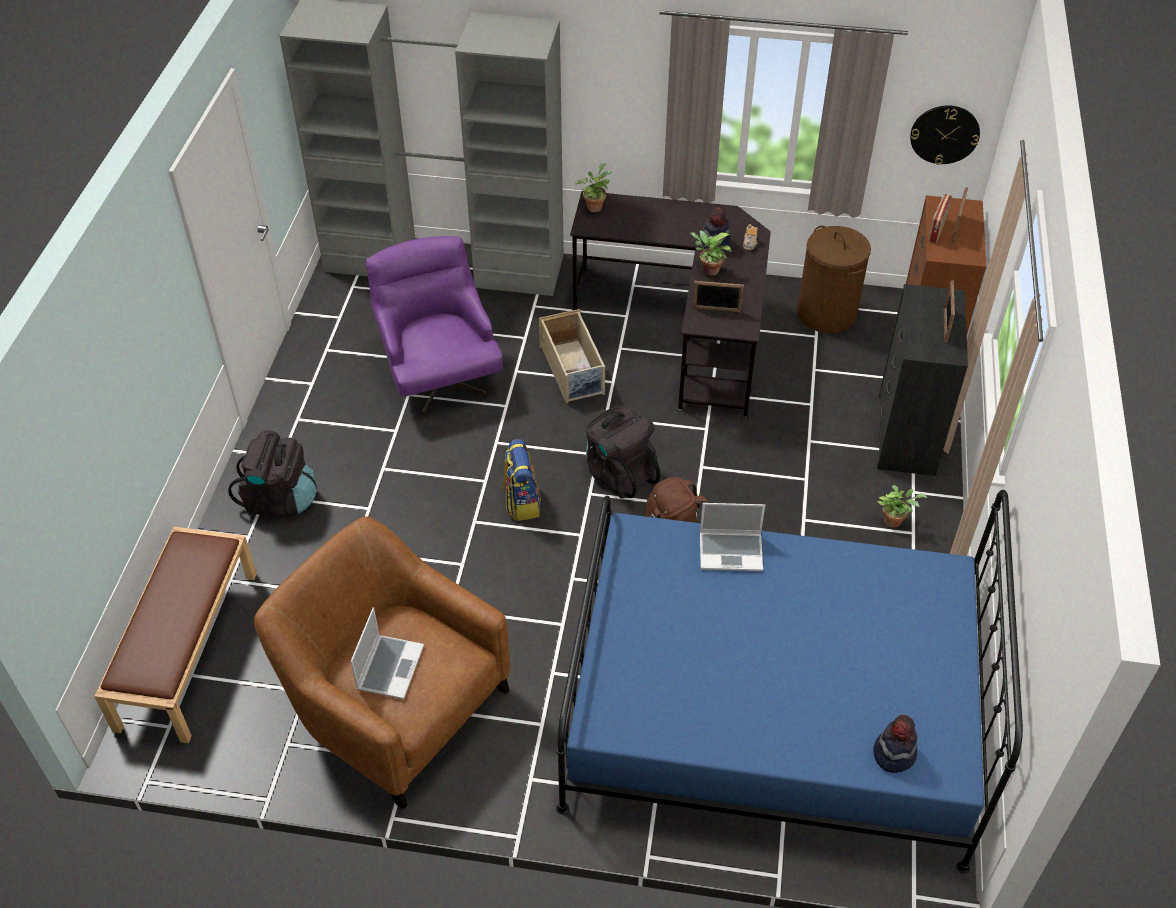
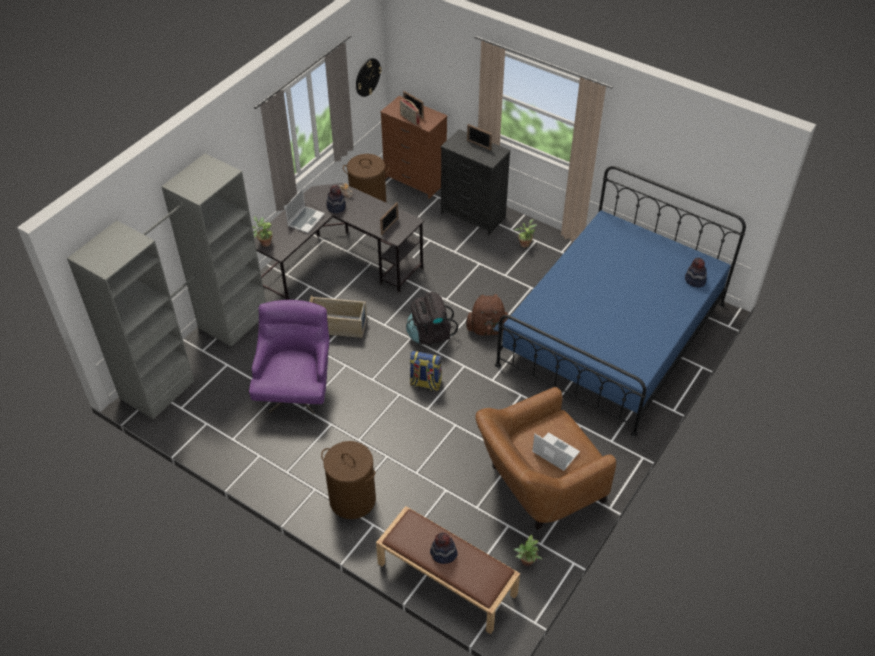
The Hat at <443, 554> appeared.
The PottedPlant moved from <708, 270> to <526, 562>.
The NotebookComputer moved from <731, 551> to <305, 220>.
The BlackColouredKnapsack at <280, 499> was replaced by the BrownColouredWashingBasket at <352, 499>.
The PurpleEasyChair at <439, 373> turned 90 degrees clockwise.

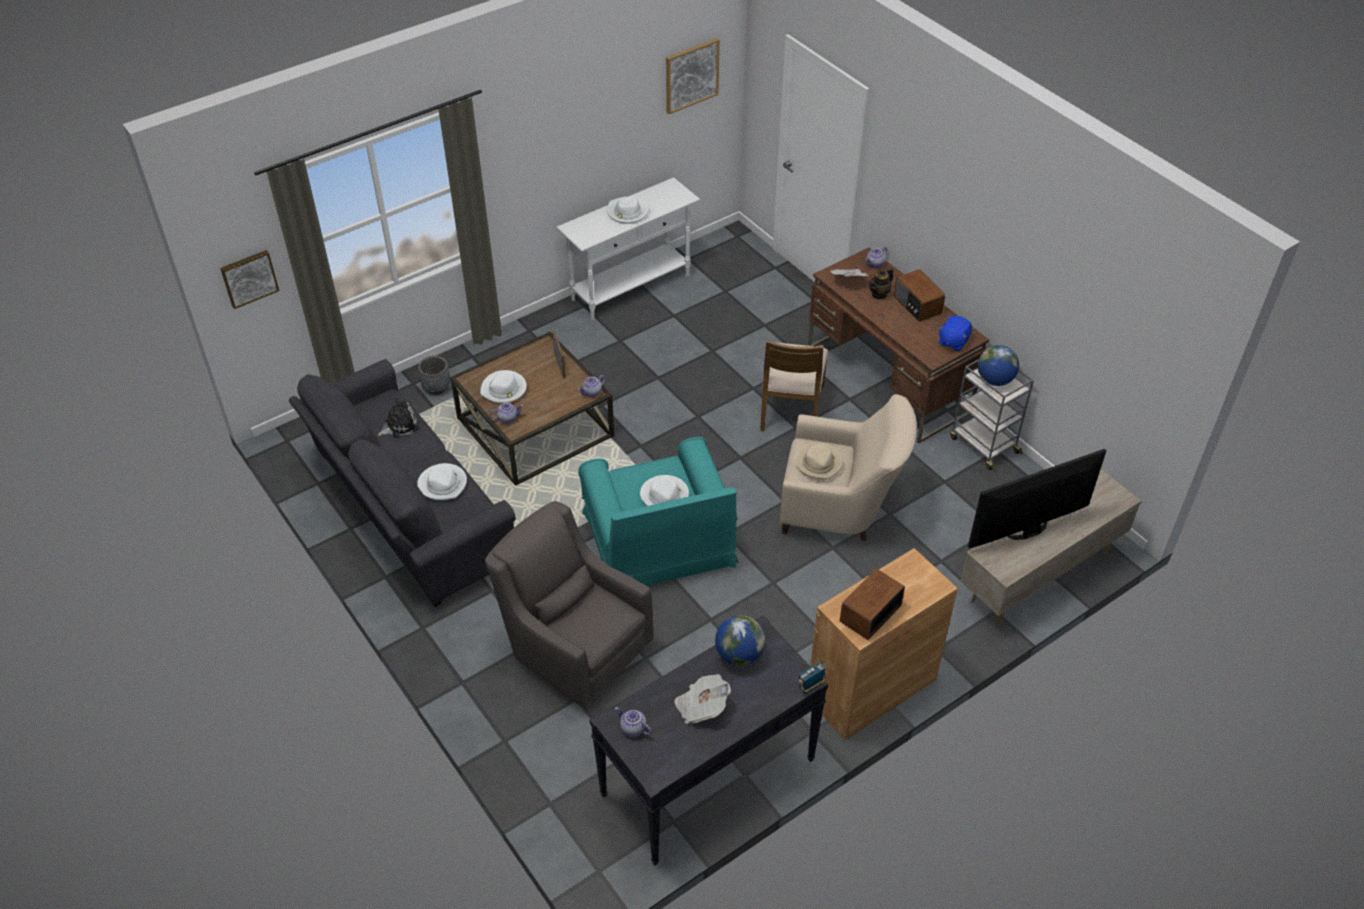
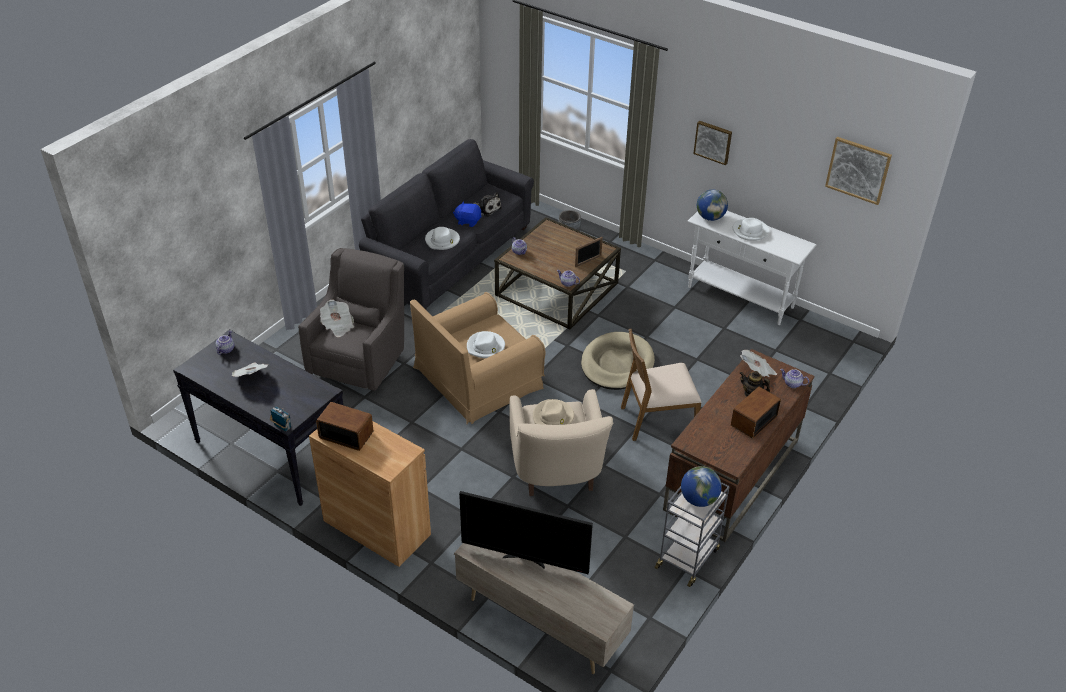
The WhiteColouredHat at <504, 389> disappeared.
The PrintedPaper at <338, 325> appeared.
The BeigeDogCushion at <617, 364> appeared.
The Picture moved from <249, 278> to <713, 142>.
The WorldGlobe moved from <739, 655> to <710, 217>.
The BlueColouredPlushToy moved from <953, 342> to <468, 221>.
The BlueGreenEasyChair at <659, 539> became the BrownColouredEasyChair at <477, 377>.
The Tv at <1029, 532> turned 150 degrees clockwise.

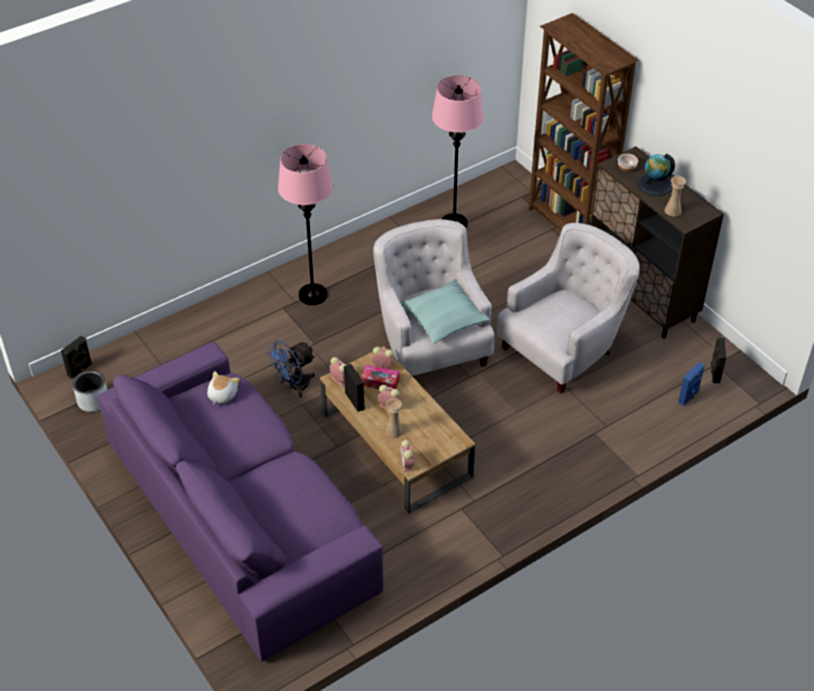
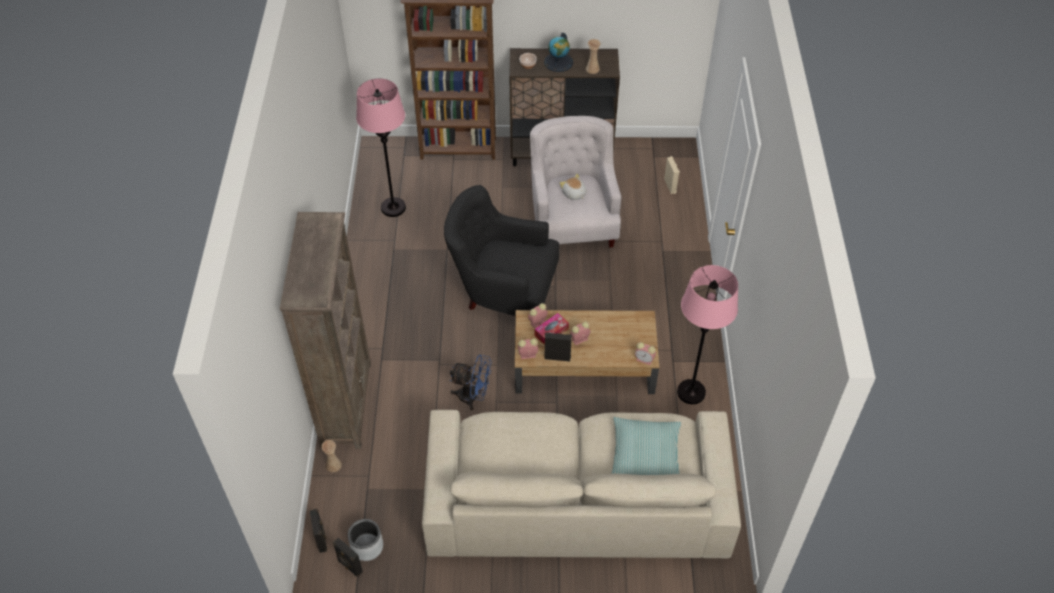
The BrownColouredShelvingUnit at <346, 403> appeared.
The PlushToy moved from <222, 395> to <574, 194>.
The PinkFloorLamp moved from <312, 295> to <691, 392>.
The BeigeVase moved from <394, 431> to <333, 465>.
The Pillow moved from <444, 318> to <645, 454>.
The BlackColouredAudioSpeaker moved from <714, 373> to <349, 566>.
The PurpleCouch at <242, 514> became the BeigeCouch at <577, 499>.
The WhiteColouredEasyChair at <431, 343> became the BlackColouredEasyChair at <503, 289>.
The BlueColouredAudioSpeaker at <689, 397> became the BeigeAudioSpeaker at <670, 186>.
The BlueColouredCoolingFan at <294, 386> turned 75 degrees counterclockwise.

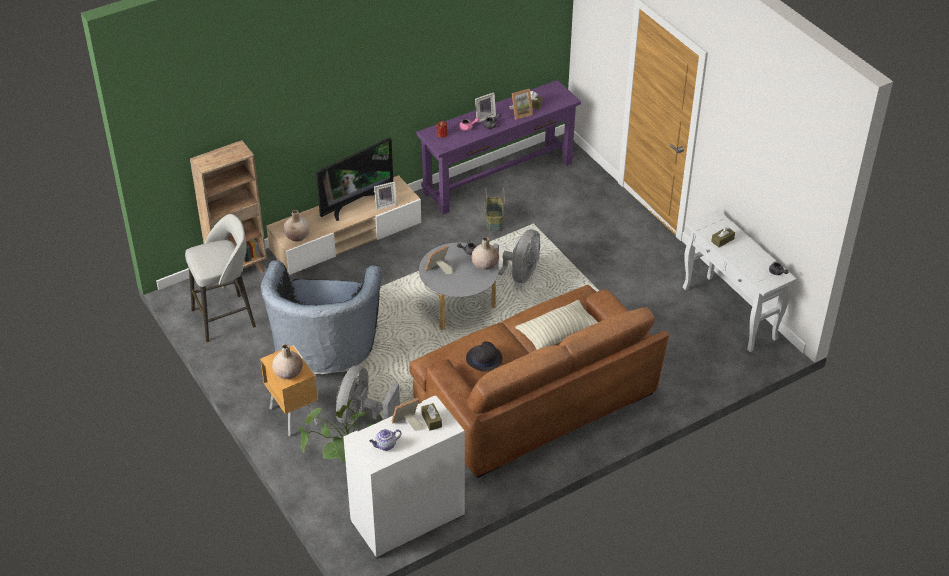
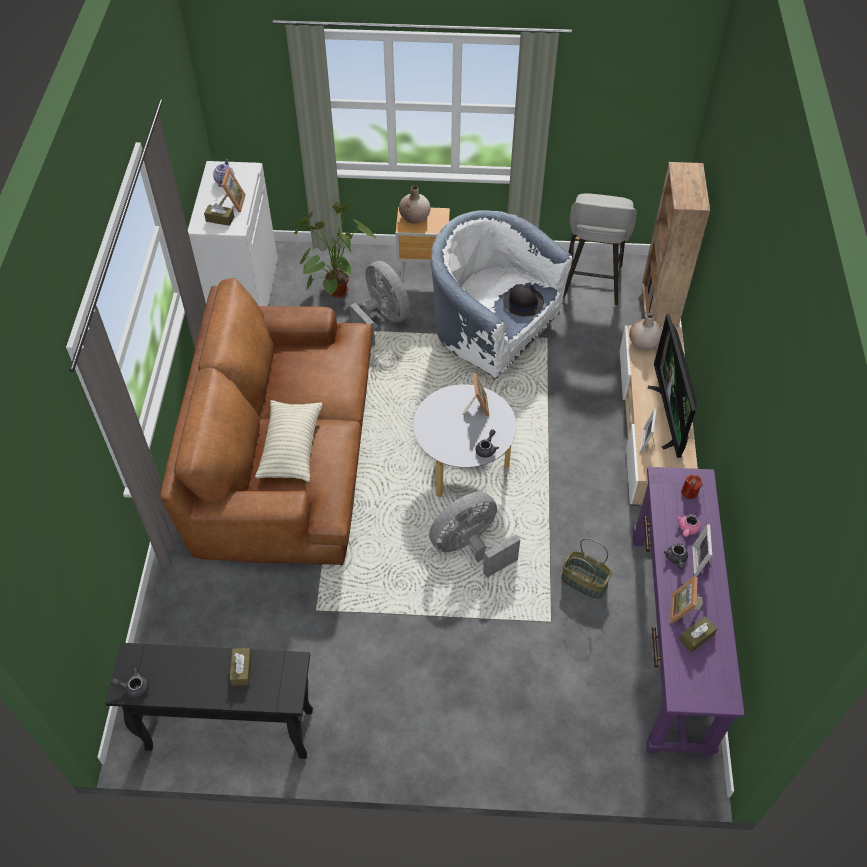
The BeigeVase at <485, 264> disappeared.
The BlackColouredHat moved from <484, 359> to <523, 302>.
The BlackColouredEasyChair at <325, 347> became the WhiteColouredEasyChair at <492, 333>.
The WhiteColouredHallTable at <730, 314> became the BlackColouredHallTable at <228, 730>.
The GreyishCoolingFan at <518, 275> turned 90 degrees clockwise.

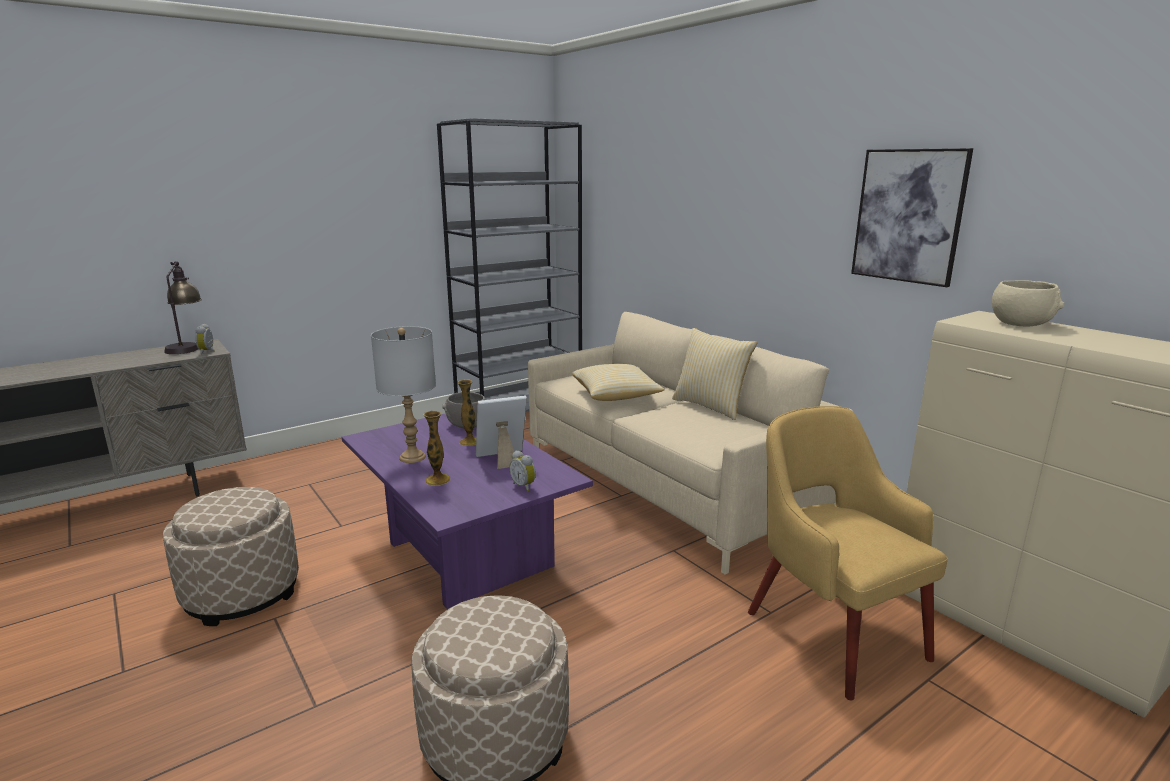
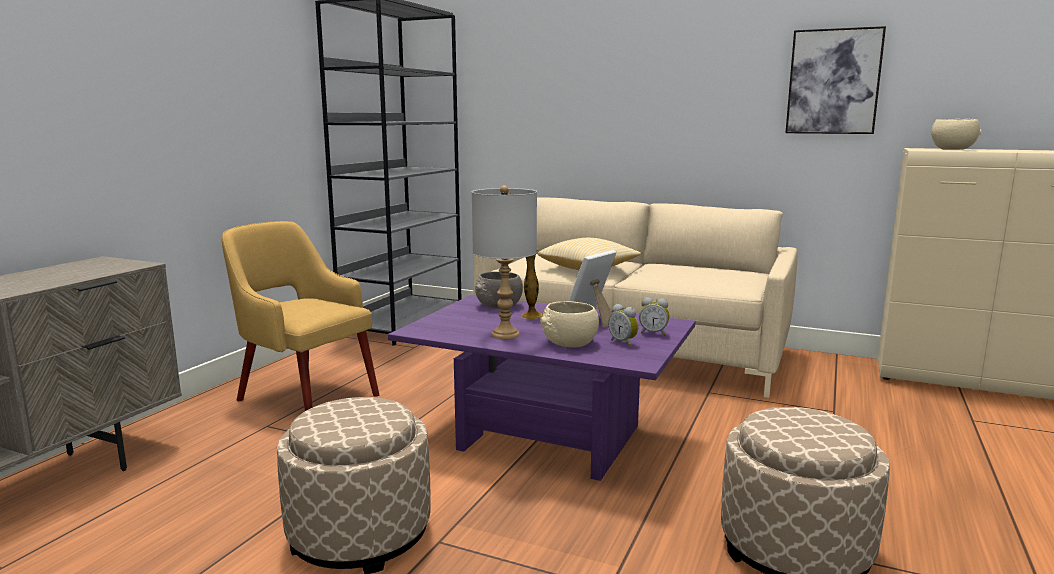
The TableLamp at <187, 347> disappeared.
The Pillow at <711, 406> disappeared.
The AlarmClock moved from <208, 352> to <624, 342>.
The YellowEasyChair moved from <831, 631> to <305, 396>.
The Vase at <437, 480> was replaced by the BeigeBowl at <569, 343>.

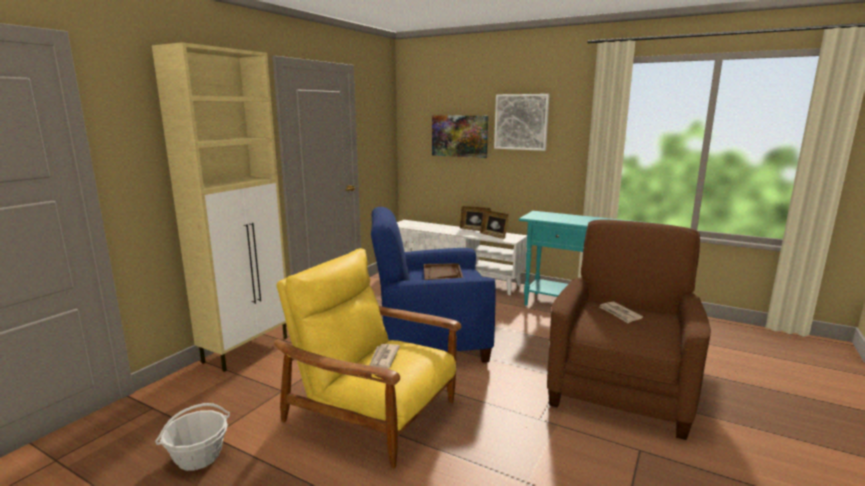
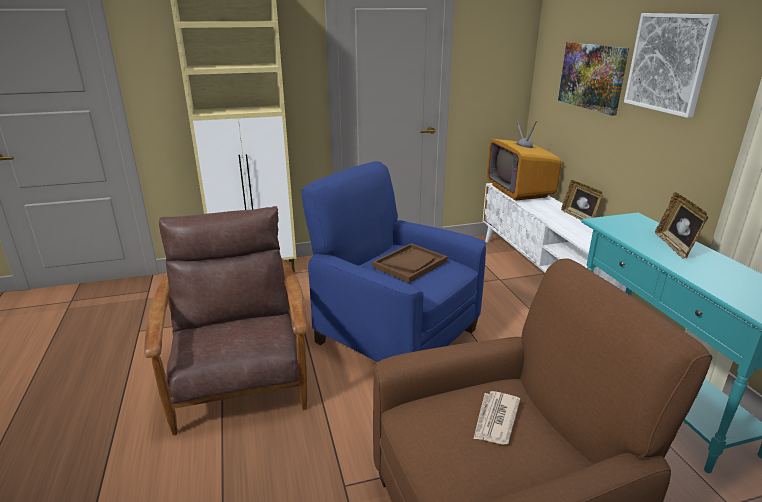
The StorageBasket at <199, 457> disappeared.
The PrintedPaper at <383, 358> disappeared.
The Tv at <519, 191> appeared.
The PhotoFrame moved from <494, 235> to <675, 246>.
The YellowEasyChair at <373, 412> became the BrownColouredEasyChair at <239, 376>.

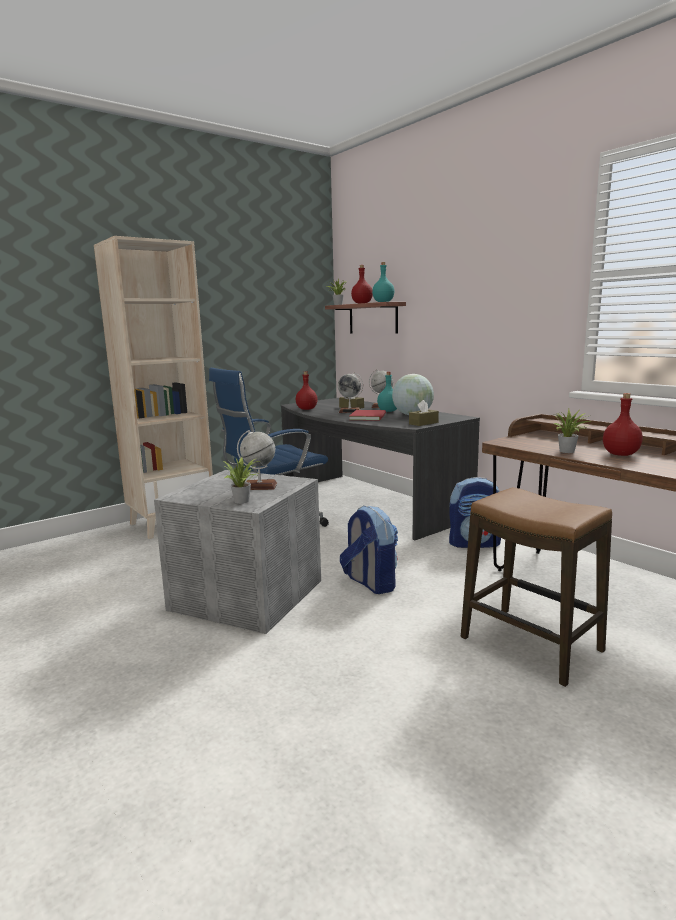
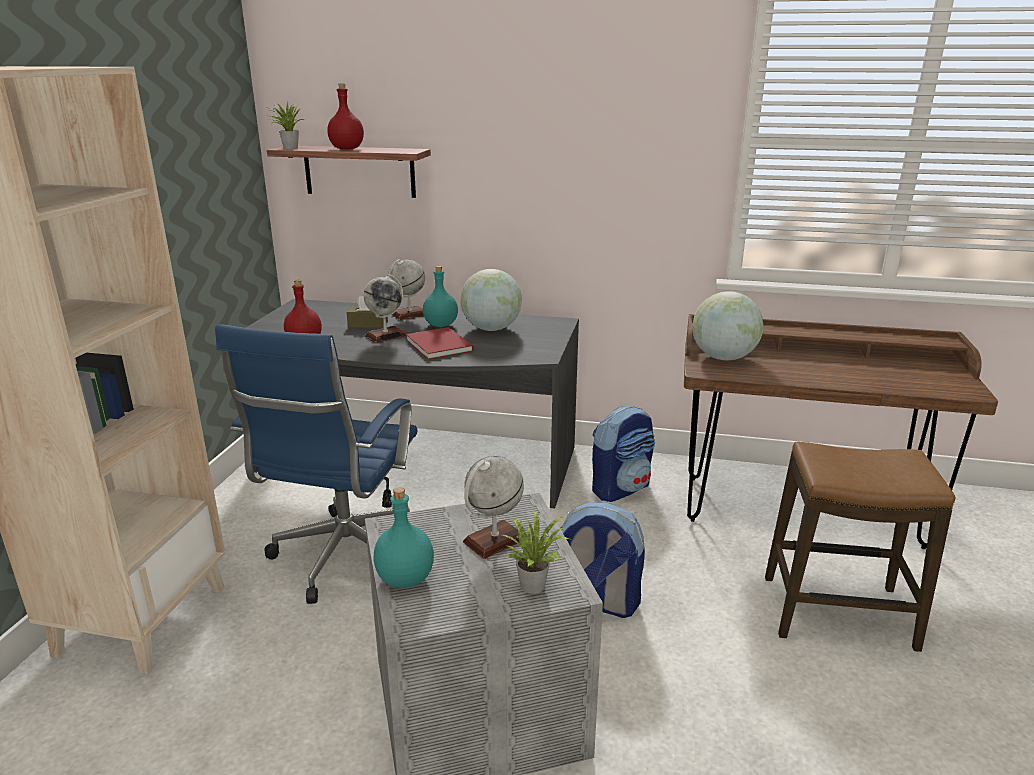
The BrownColouredTissueBox at <423, 423> disappeared.
The PottedPlant at <568, 451> disappeared.
The RedColouredBeverageBottle at <621, 454> disappeared.
The WorldGlobe at <723, 358> appeared.
The BlueGreenBeverageBottle moved from <383, 302> to <405, 578>.

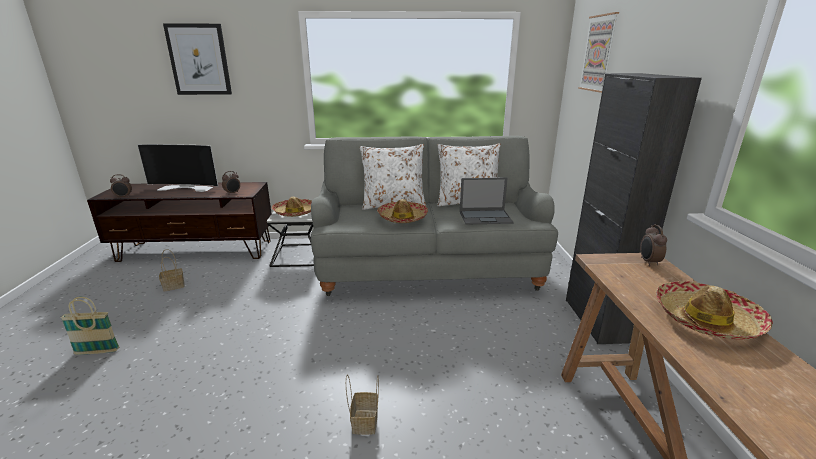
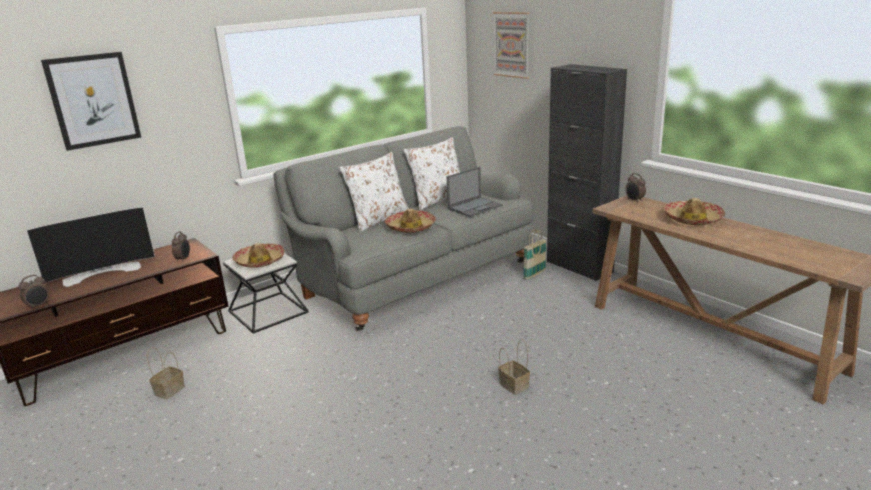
The StorageBasket moved from <97, 352> to <534, 275>.

